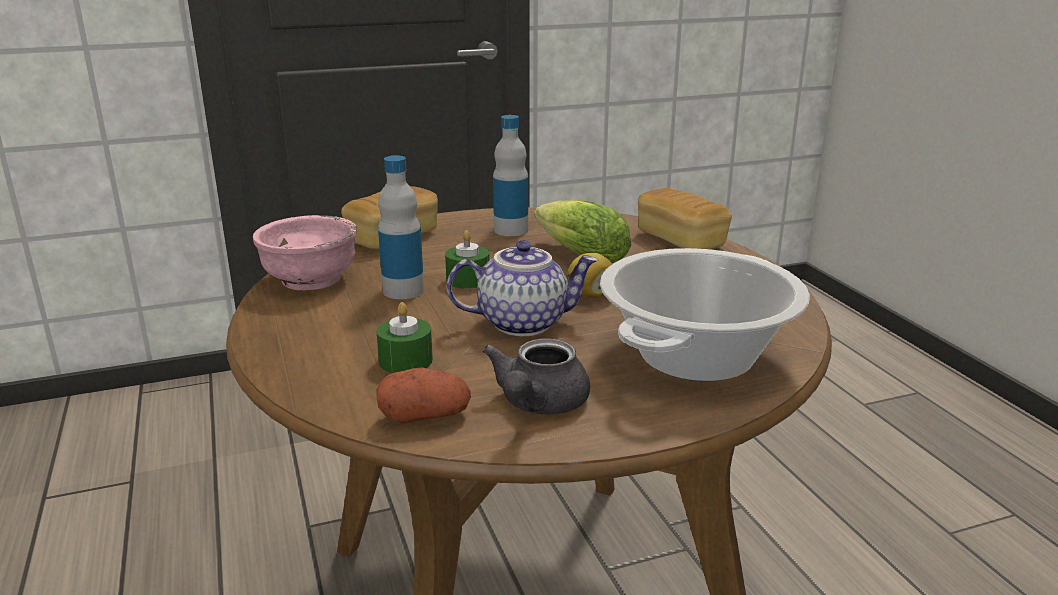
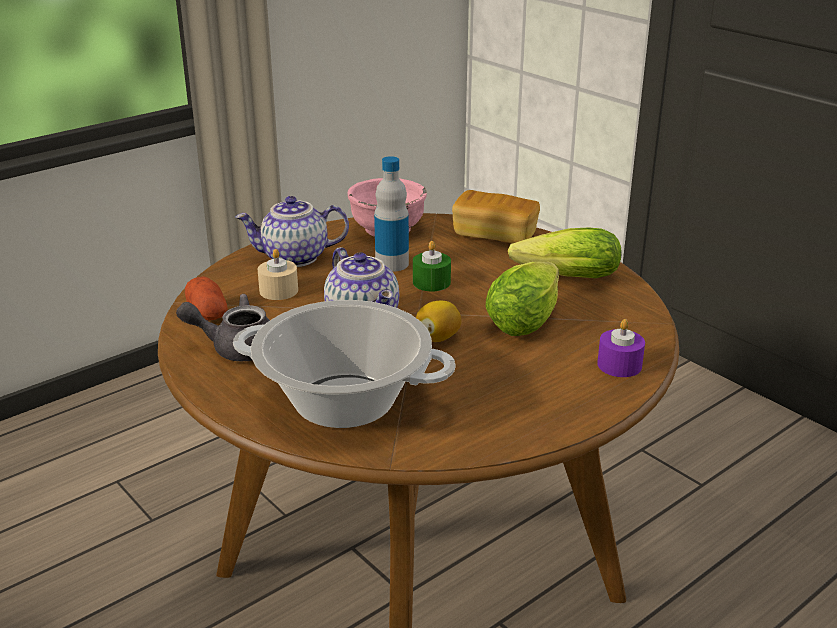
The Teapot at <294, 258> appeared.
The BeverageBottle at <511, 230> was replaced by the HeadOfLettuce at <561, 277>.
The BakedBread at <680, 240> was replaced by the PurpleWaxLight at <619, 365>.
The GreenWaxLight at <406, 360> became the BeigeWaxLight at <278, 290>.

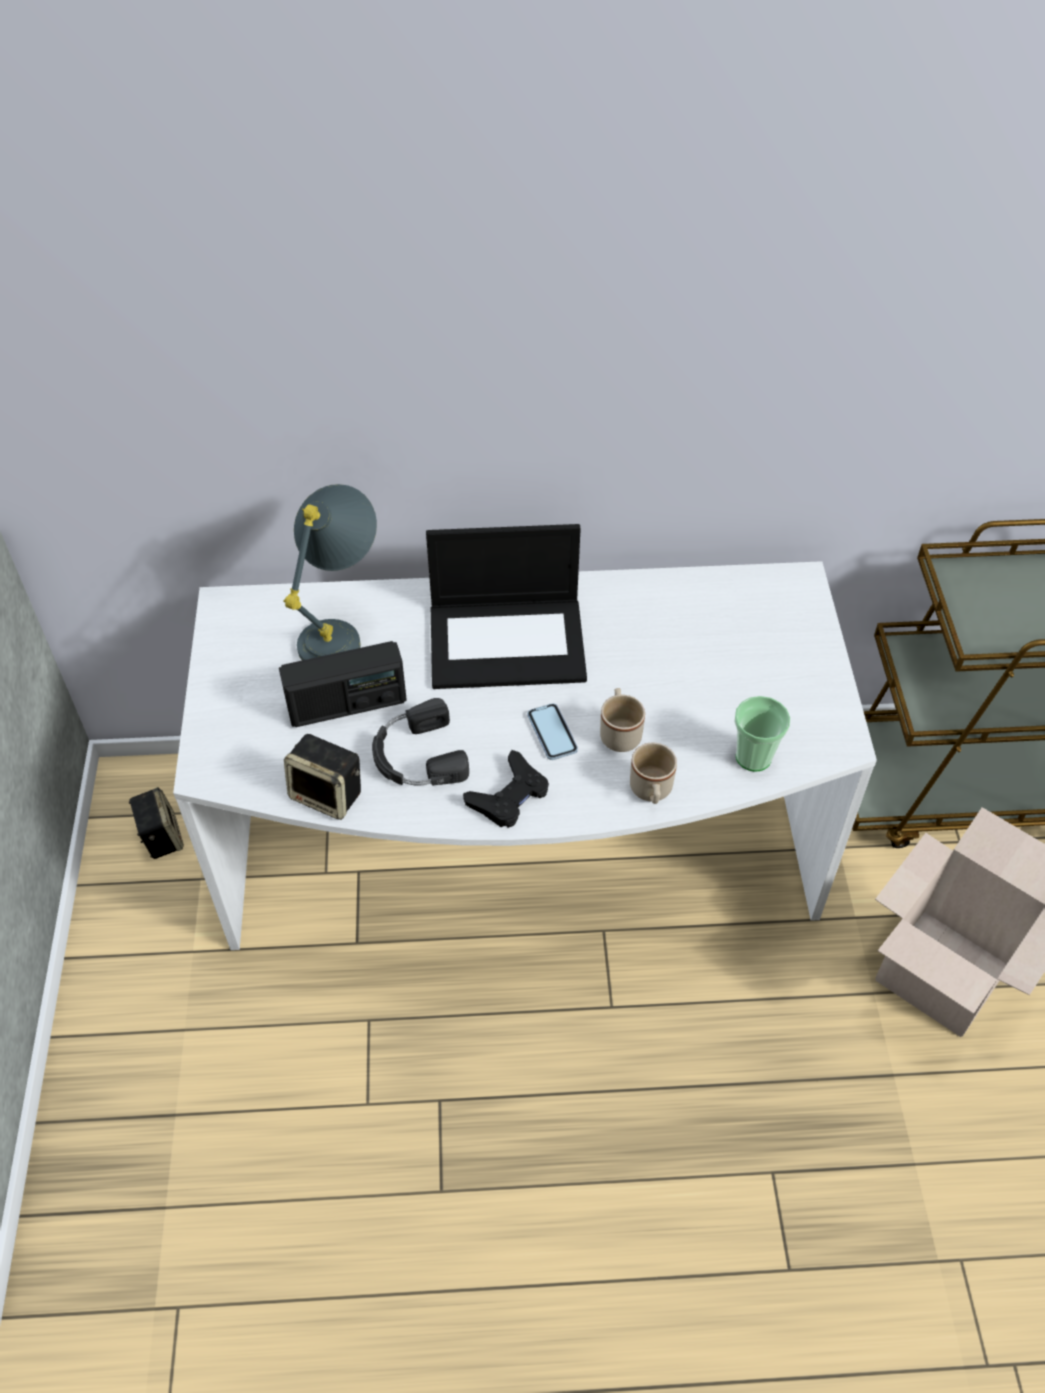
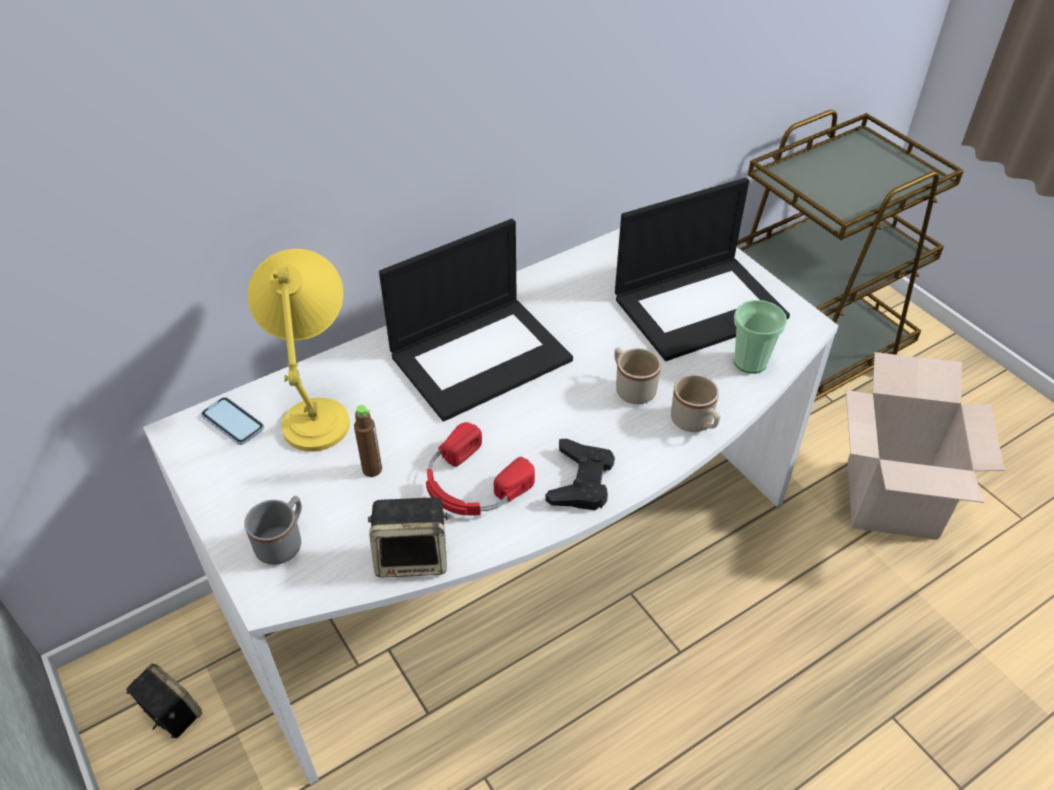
The GreyishTeaMug at <284, 542> appeared.
The NotebookComputer at <700, 306> appeared.
The Phone moved from <552, 733> to <233, 422>.
The Radio at <347, 705> was replaced by the BrownColouredBeverageBottle at <372, 469>.
The GreyishTableLamp at <341, 630> became the YellowTableLamp at <318, 407>.
The BlackColouredPairOfHeadphones at <417, 756> became the RedColouredPairOfHeadphones at <472, 484>.

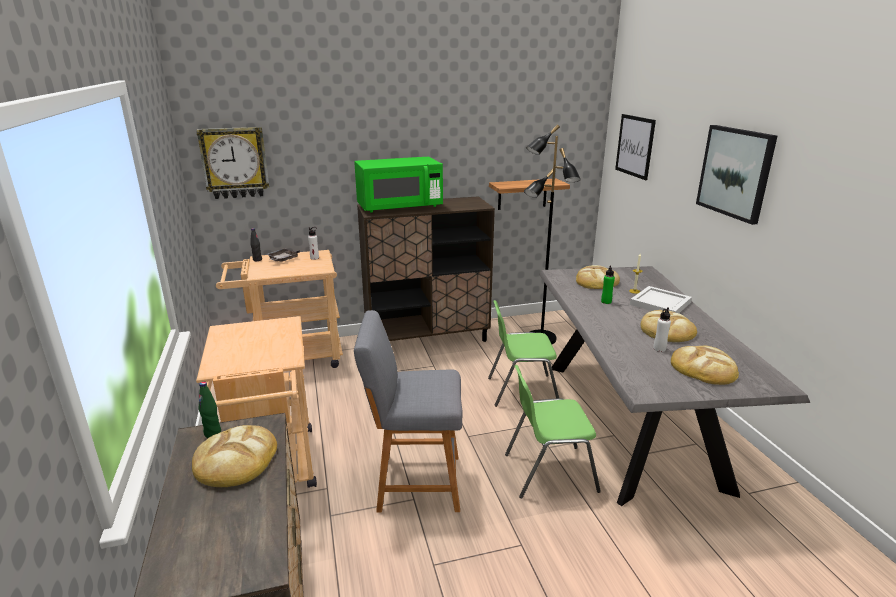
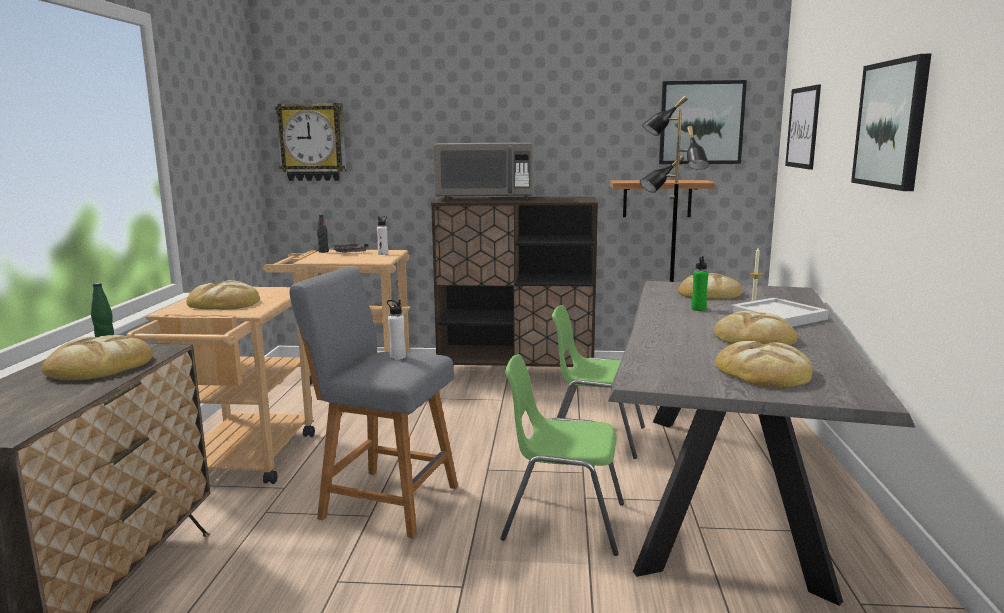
The BakedBread at <224, 303> appeared.
The Picture at <701, 122> appeared.
The WhiteColouredBeverageBottle moved from <659, 349> to <397, 357>.
The GreenMicrowave at <399, 207> became the GreyishMicrowave at <484, 199>.

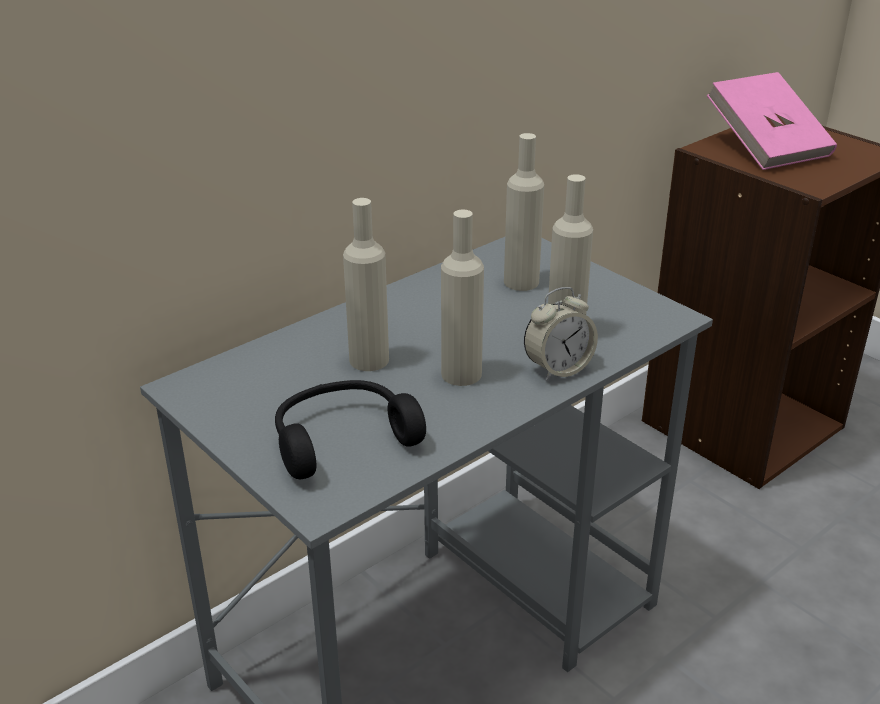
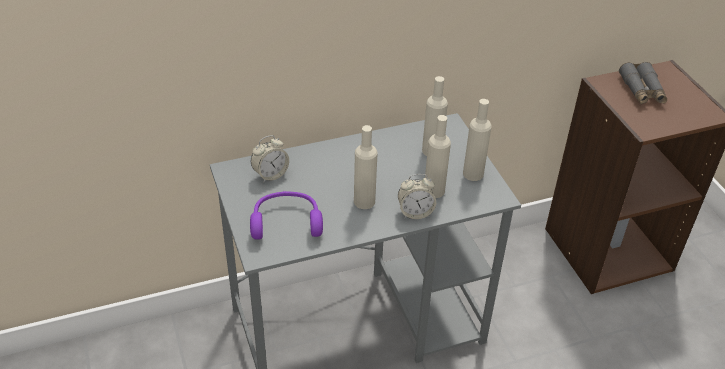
The AlarmClock at <270, 174> appeared.
The BeigeBeverageBottle moved from <369, 360> to <473, 174>.
The PinkVolume at <767, 147> was replaced by the GreyishFieldGlasses at <642, 90>.
The BlackColouredPairOfHeadphones at <342, 439> became the PurplePairOfHeadphones at <286, 222>.

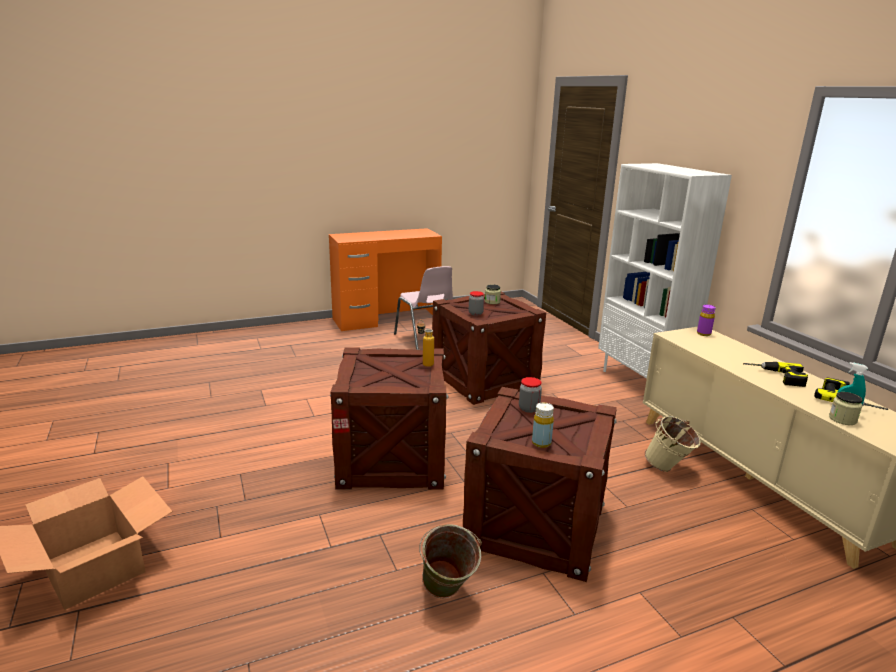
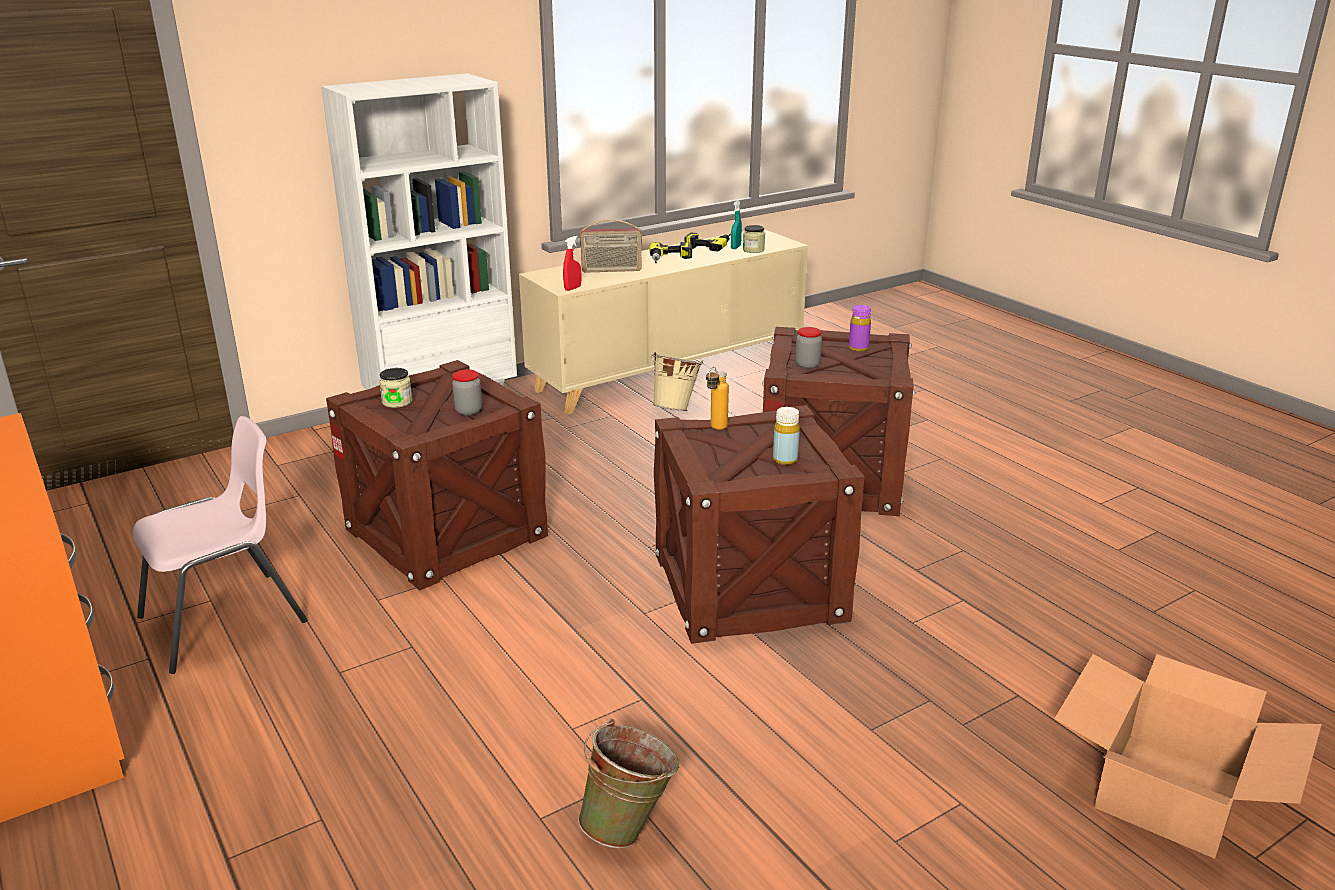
The RedColouredHandSprayer at <572, 288> appeared.
The Radio at <611, 270> appeared.
The GreenBucket moved from <447, 595> to <629, 826>.
The YellowBeverageBottle moved from <541, 443> to <785, 459>.
The PurpleBeverageBottle moved from <703, 334> to <858, 348>.

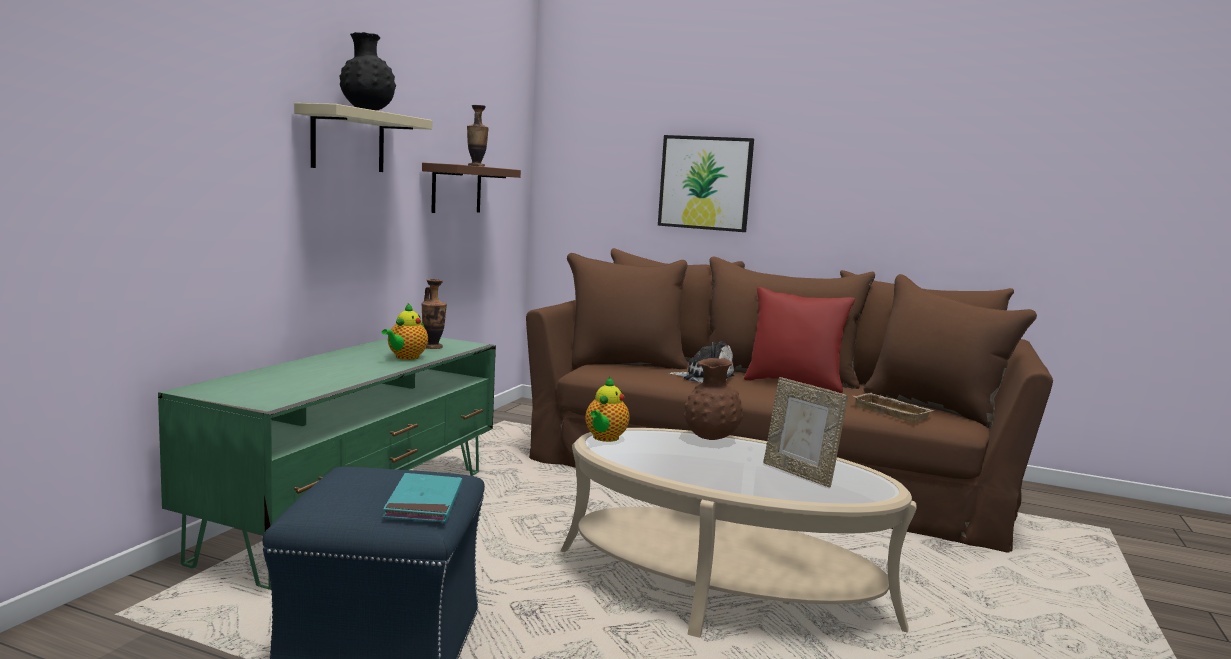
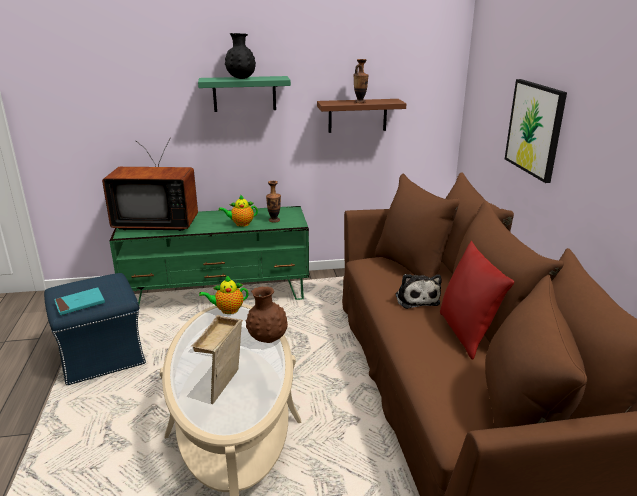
The Tv at <157, 223> appeared.
The BeigeCarryingTray moved from <893, 412> to <219, 340>.
The BeigeBracketShelf at <348, 140> became the GreenBracketShelf at <244, 94>.

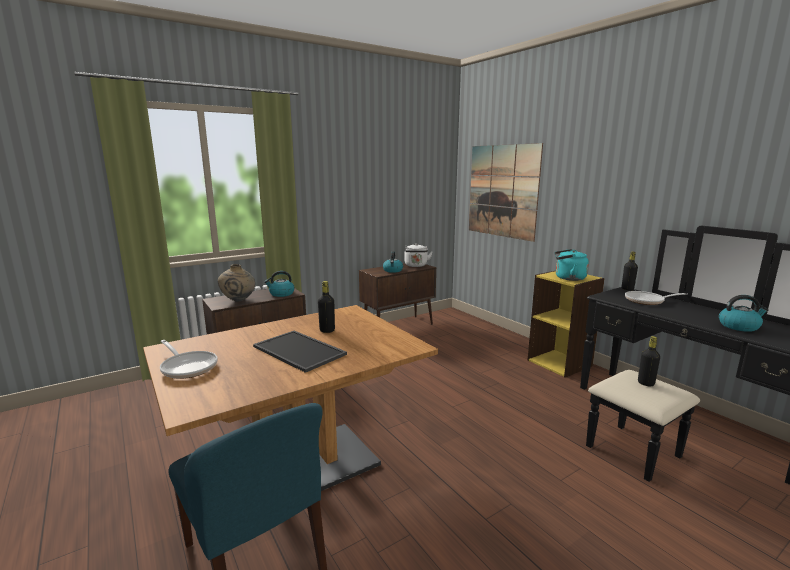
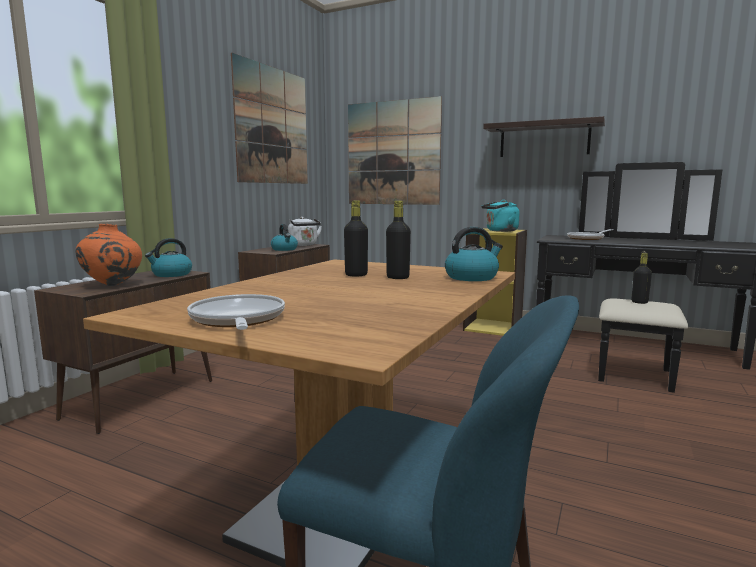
The CarryingTray at <301, 350> disappeared.
The Picture at <272, 126> appeared.
The BracketShelf at <544, 139> appeared.
The BlackColouredBeverageBottle moved from <627, 289> to <397, 277>.
The WaterKettle moved from <739, 326> to <472, 277>.
The BeigeVase at <238, 301> became the OrangeVase at <112, 285>.
The Skillet at <188, 367> turned 120 degrees counterclockwise.

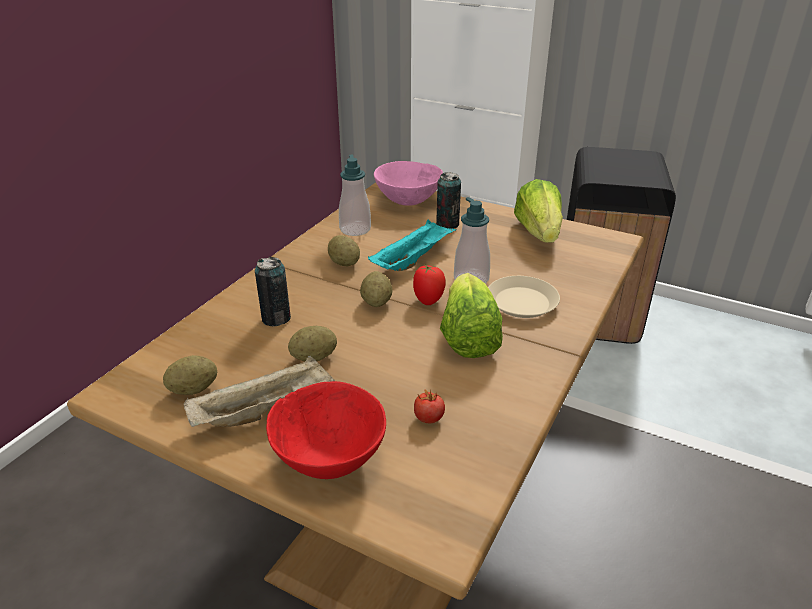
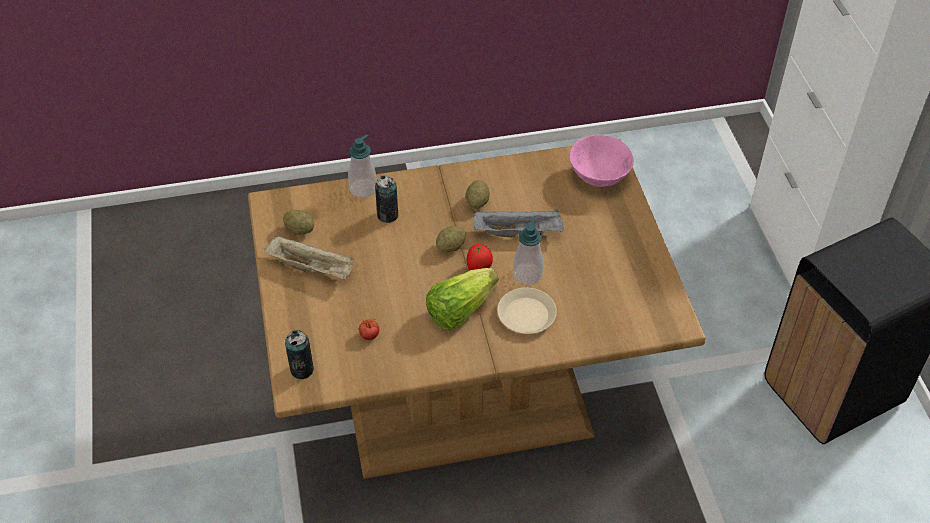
The RedColouredBowl at <331, 459> disappeared.
The Potato at <314, 357> disappeared.
The HeadOfLettuce at <539, 233> disappeared.
The SoapBottle moved from <355, 229> to <363, 189>.
The SealedCan moved from <447, 224> to <302, 370>.
The BlueGreenCarryingTray at <412, 260> became the GreyishCarryingTray at <519, 232>.

